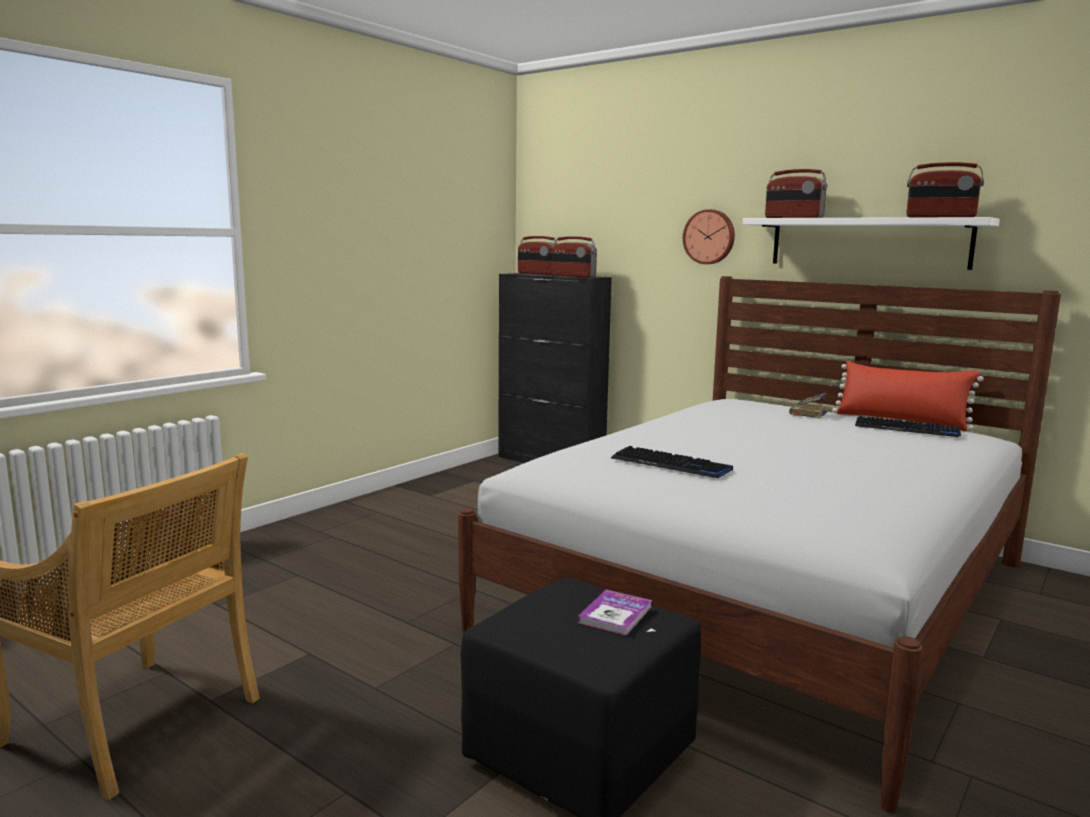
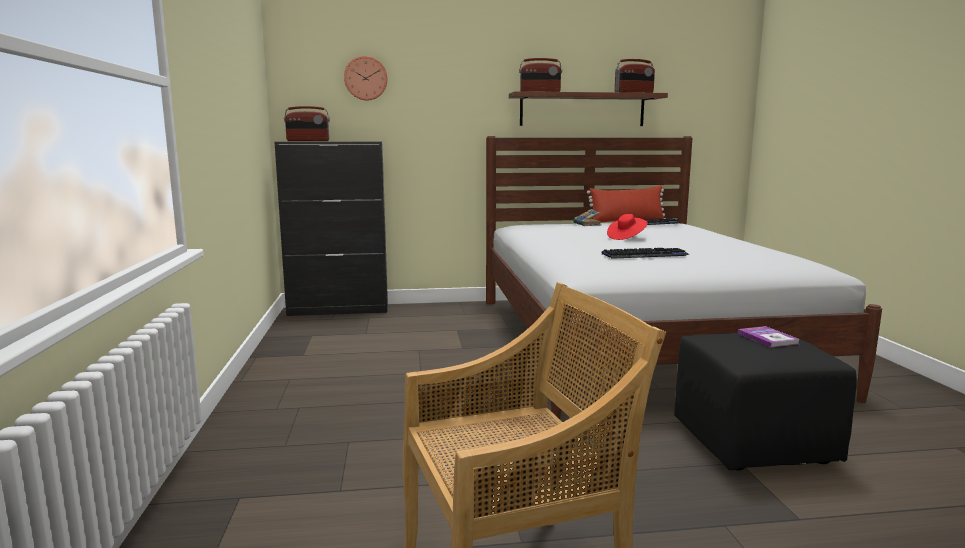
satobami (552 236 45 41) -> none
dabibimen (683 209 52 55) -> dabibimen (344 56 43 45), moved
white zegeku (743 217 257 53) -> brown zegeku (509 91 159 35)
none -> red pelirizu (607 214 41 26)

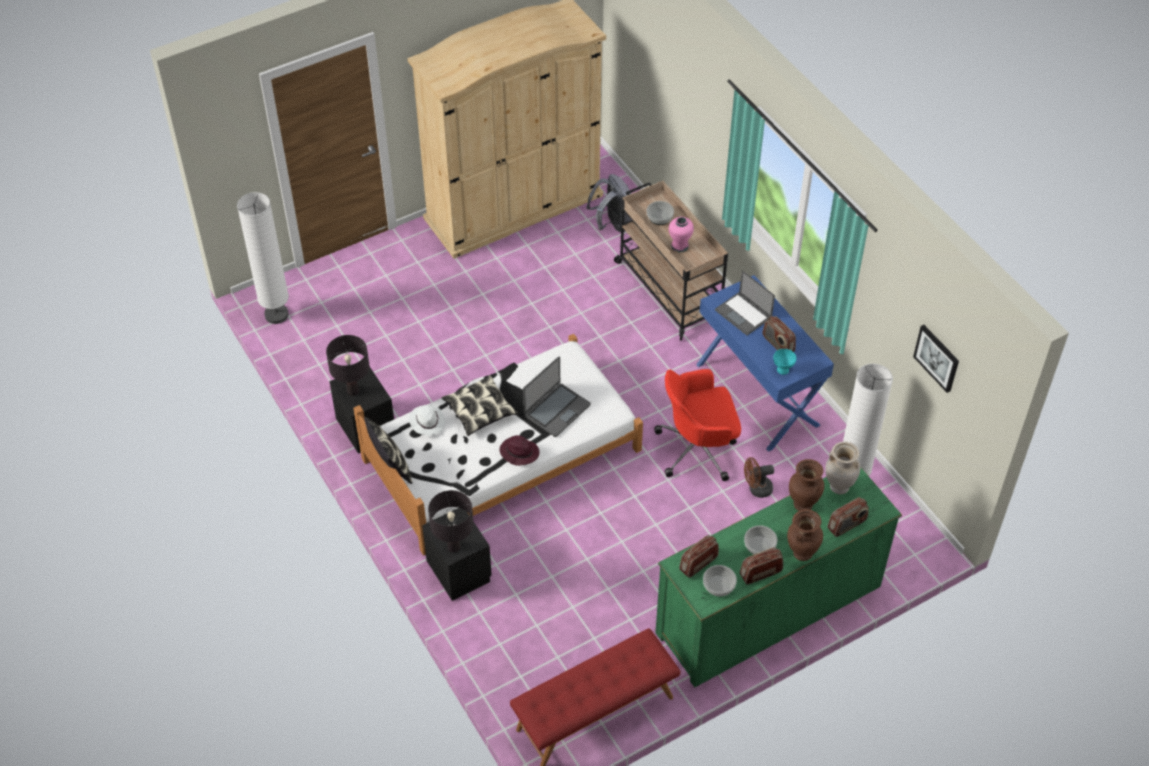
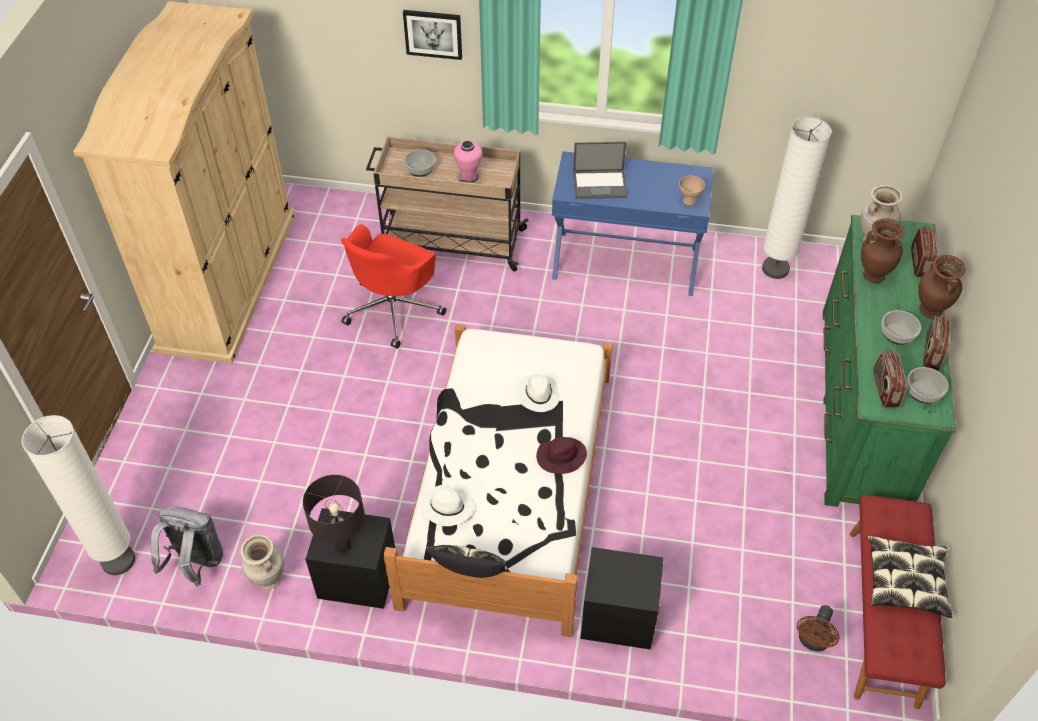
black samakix (428 490 45 63) -> none
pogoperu (441 375 77 61) -> pogoperu (868 536 84 82), moved
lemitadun (523 357 68 80) -> white pelirizu (516 374 44 38)
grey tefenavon (586 174 45 58) -> grey tefenavon (151 507 72 79), moved
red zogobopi (654 369 87 112) -> red zogobopi (341 224 105 125), moved
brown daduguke (744 457 30 41) -> brown daduguke (797 605 43 47), moved
satobami (763 316 33 36) -> none
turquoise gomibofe (773 349 23 26) -> beige gomibofe (679 176 26 29)
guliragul (913 325 46 68) -> guliragul (403 10 59 50), moved
none -> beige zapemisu (240 534 44 56)

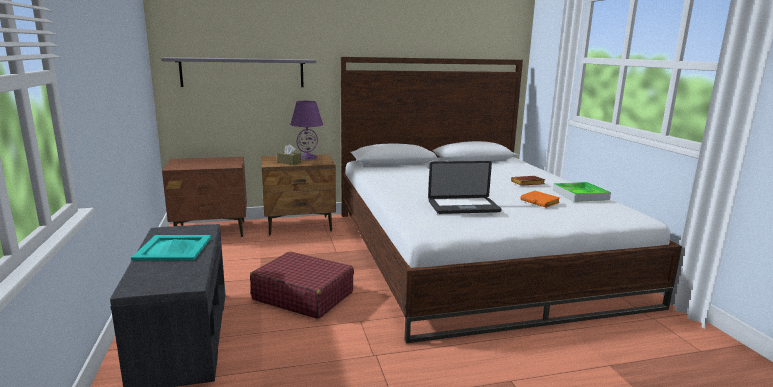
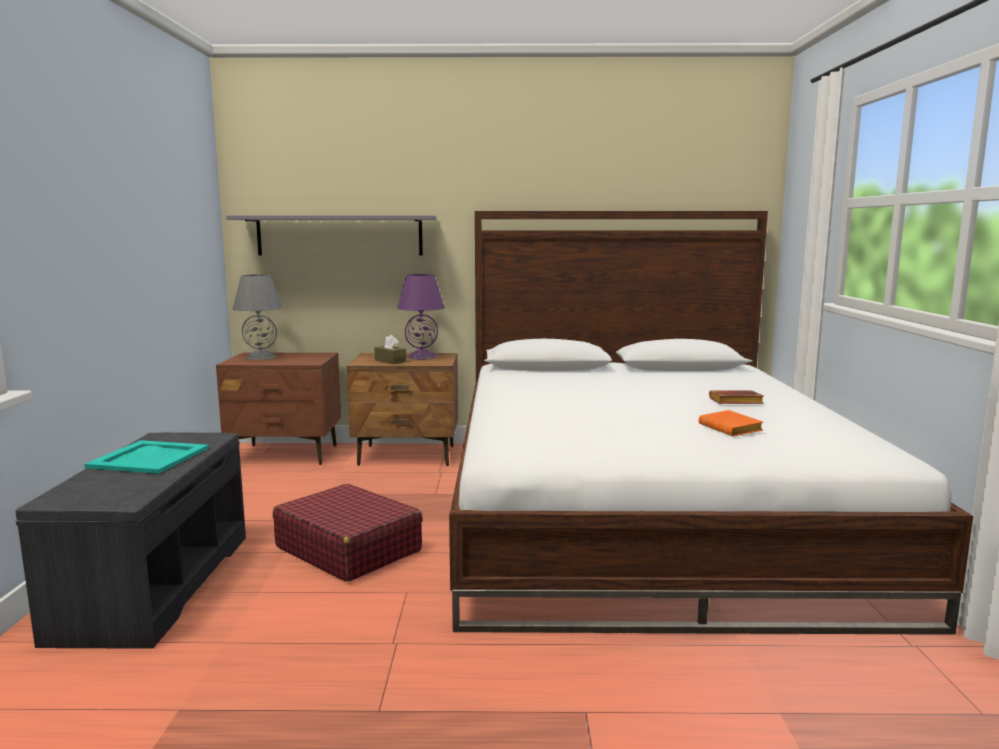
lemitadun (428 161 74 53) -> none
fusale (553 182 58 20) -> none
none -> grey samakix (233 274 50 86)

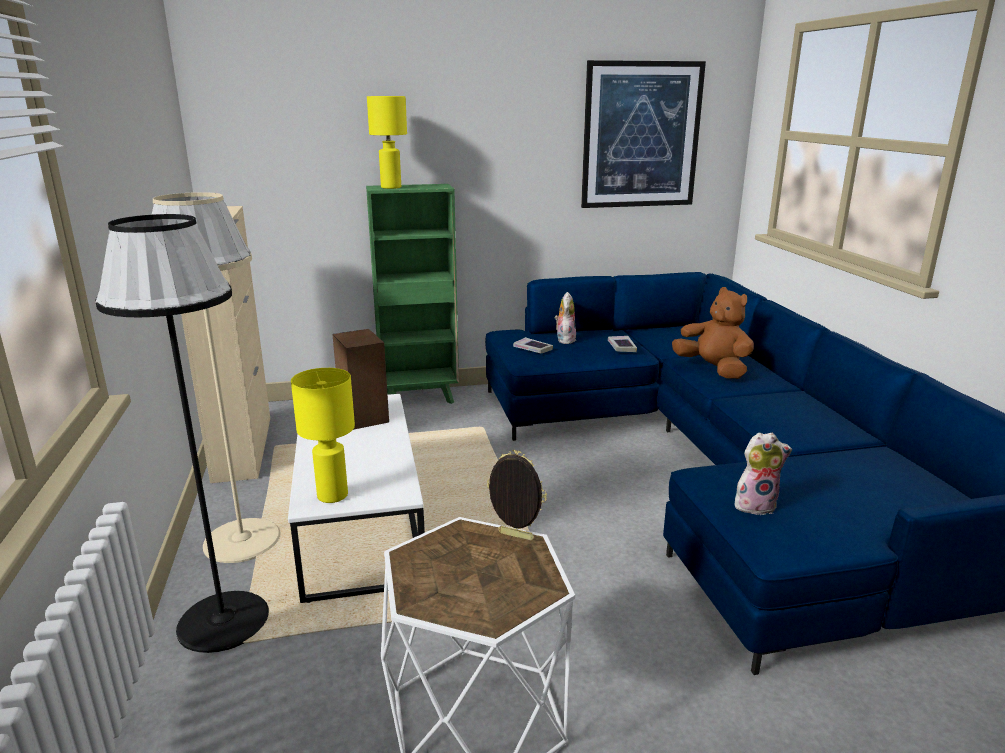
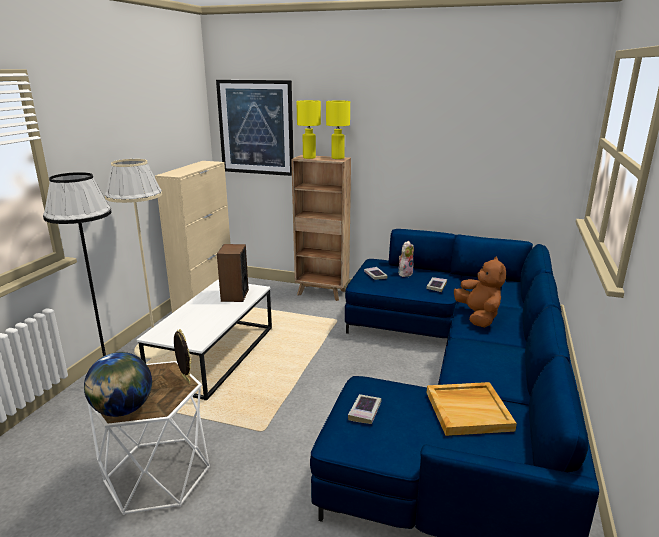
yellow samakix (291 368 64 135) -> yellow samakix (326 100 24 59), moved
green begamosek (366 184 93 220) -> brown begamosek (291 155 60 146)
guliragul (581 60 125 148) -> guliragul (216 80 78 96), moved
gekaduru (735 432 57 83) -> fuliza (348 394 34 30)
none -> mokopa (84 352 68 65)
none -> beige fusale (427 382 90 54)

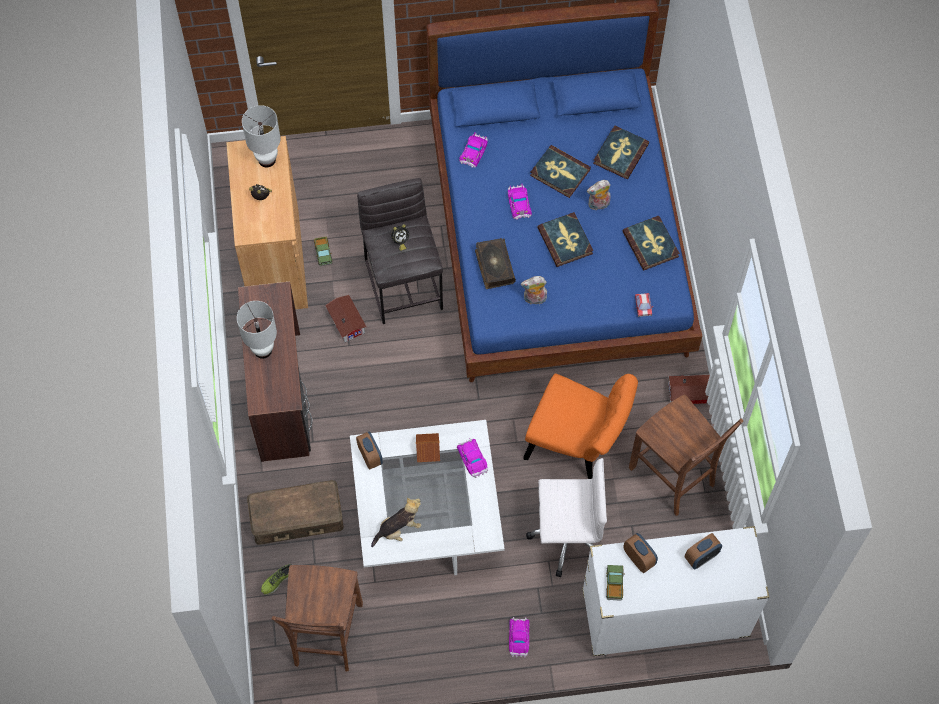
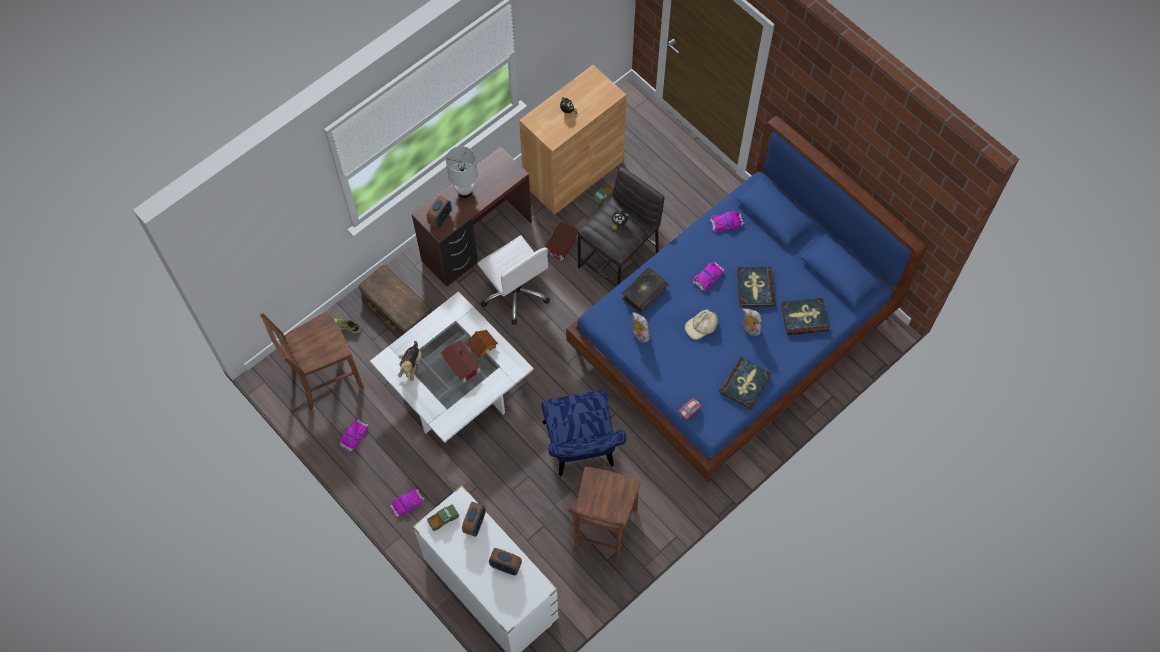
white samakix (242 105 39 62) -> none
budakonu (356 431 27 39) -> budakonu (427 196 25 32), moved
gekaduru (371 497 50 50) -> gekaduru (398 341 23 40), 75 degrees clockwise
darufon (457 438 31 40) -> darufon (340 419 29 32), moved
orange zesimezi (523 373 115 106) -> blue zesimezi (542 391 85 86)
white zogobopi (526 458 81 119) -> white zogobopi (477 235 73 90), moved
fuliza (537 212 56 55) -> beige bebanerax (685 309 33 31)
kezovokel (668 375 42 29) -> kezovokel (441 340 40 43), moved

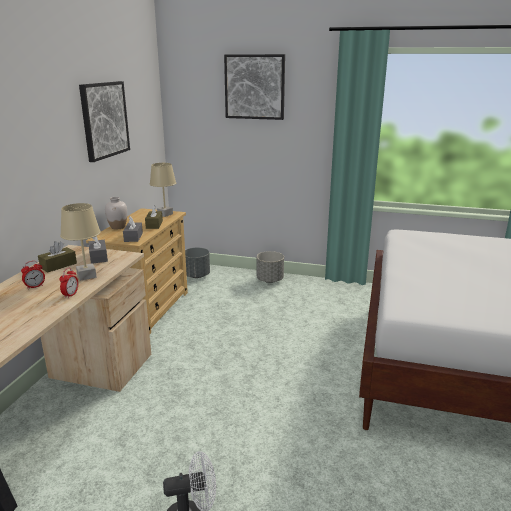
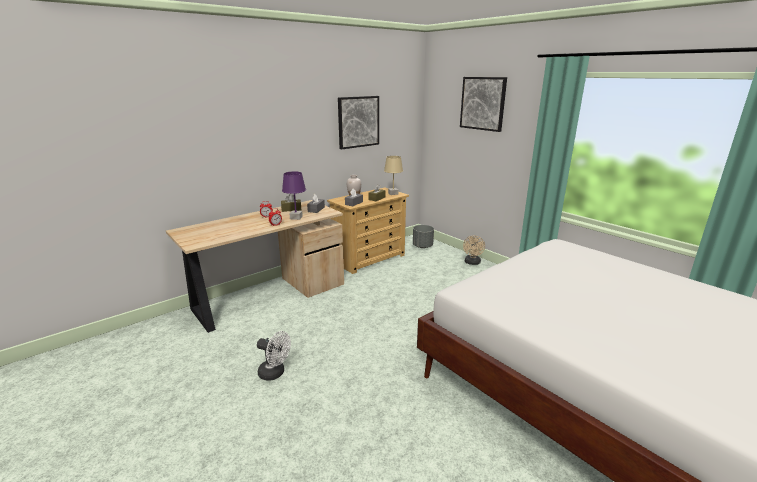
beige samakix (60 203 41 78) -> purple samakix (282 171 24 49)
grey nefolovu (257 251 27 32) -> beige daduguke (463 236 22 29)

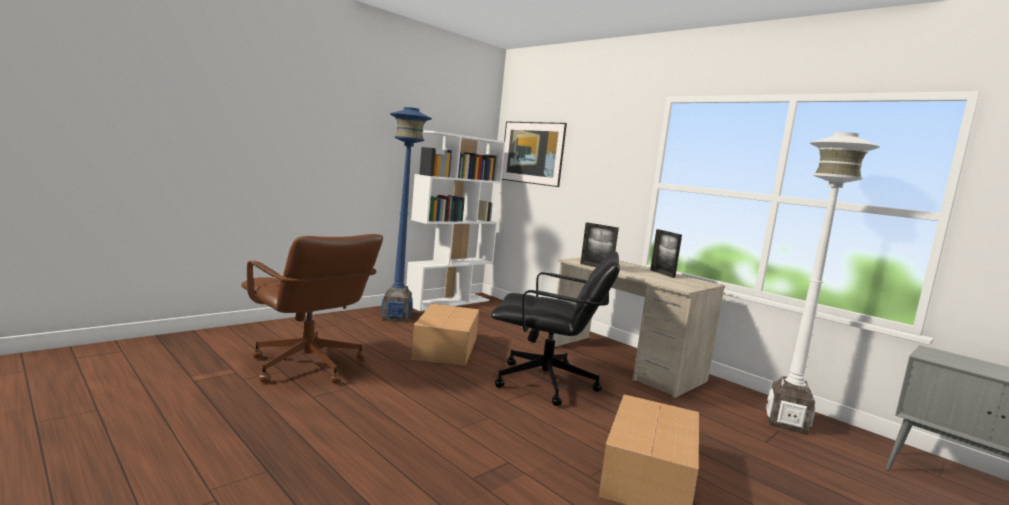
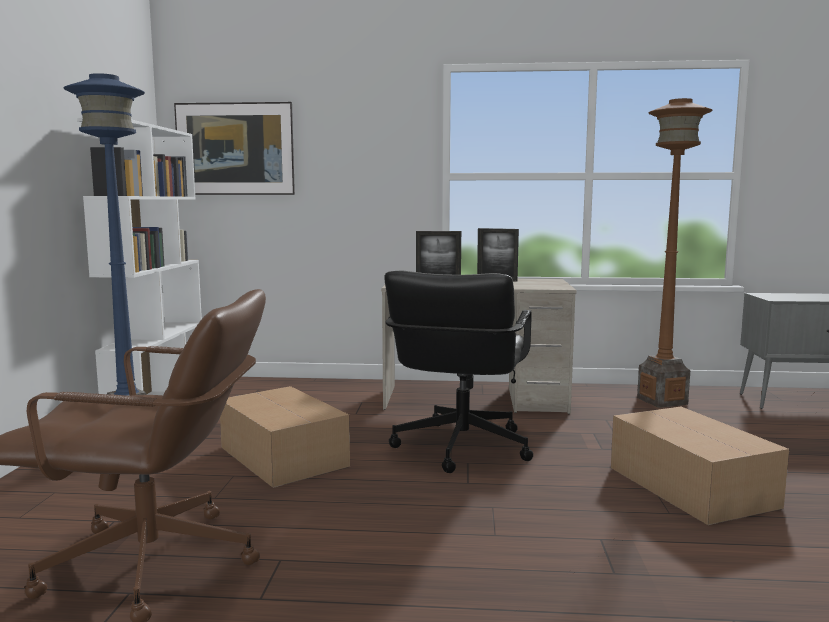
black zogobopi (491 251 129 155) -> black zogobopi (384 271 149 202), 135 degrees clockwise
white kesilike (766 132 114 303) -> brown kesilike (637 98 76 310)

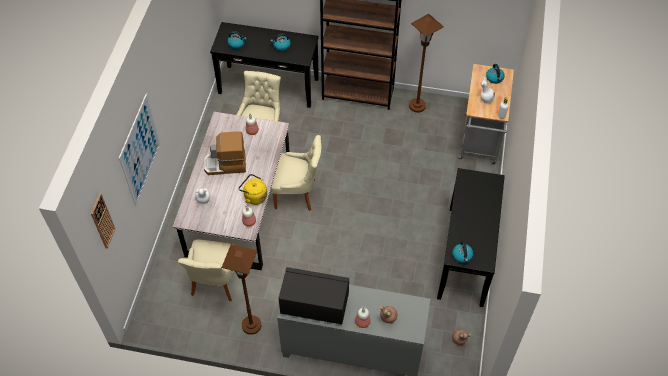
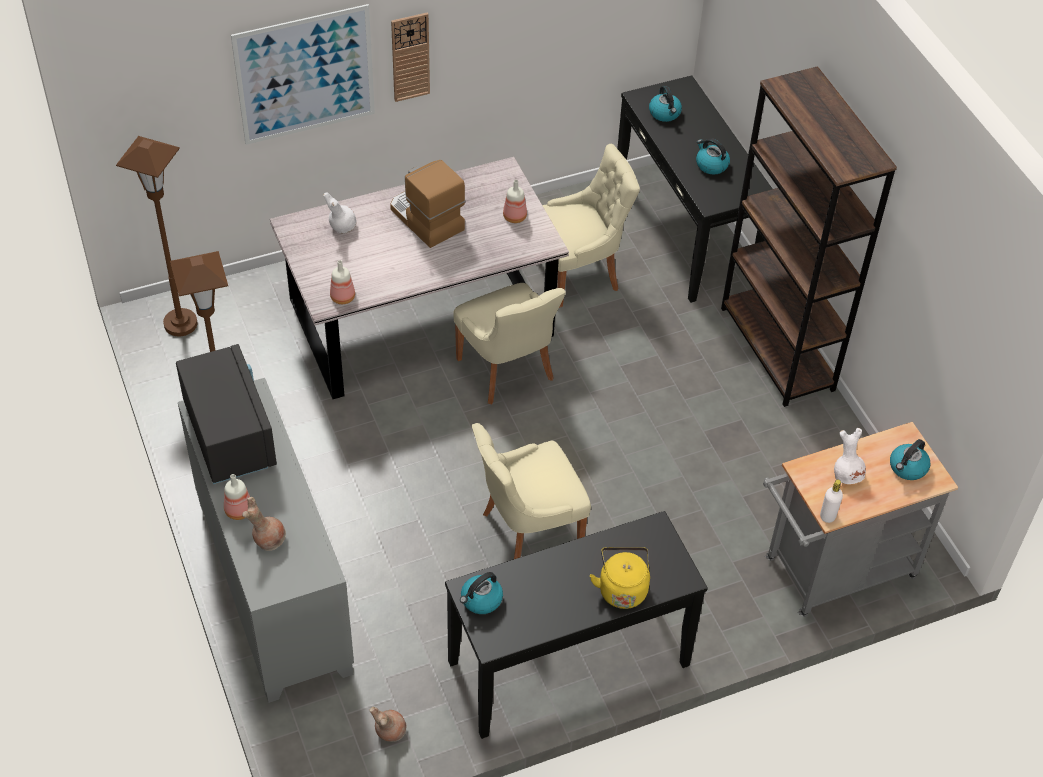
dabibimen (91 193 24 56) -> dabibimen (391 12 39 90), moved
beige zesimezi (178 240 56 61) -> beige zesimezi (472 423 119 136), moved
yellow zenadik (238 174 29 31) -> yellow zenadik (590 547 60 62), moved
brown kesilike (409 14 35 99) -> brown kesilike (116 136 81 200), moved

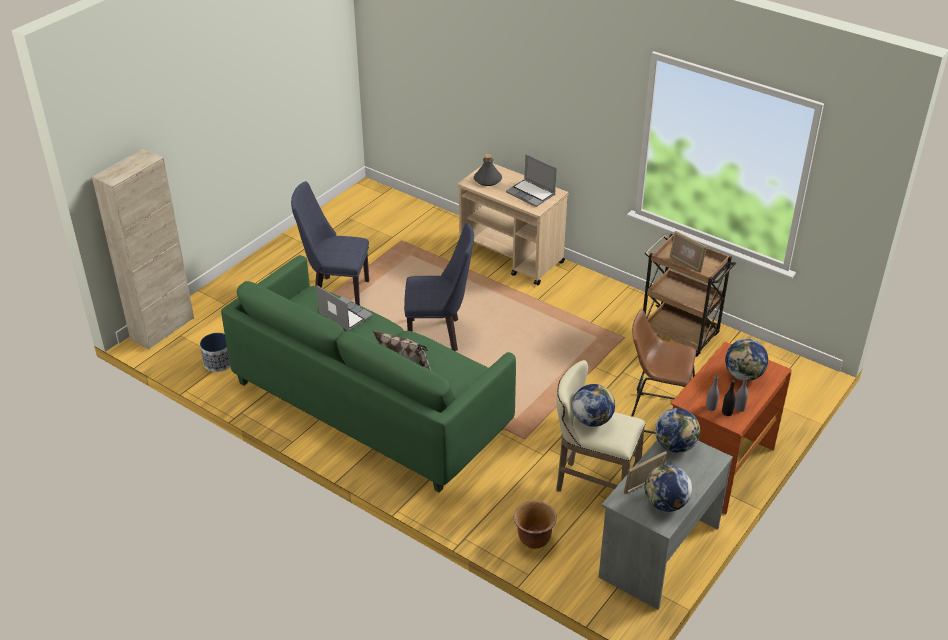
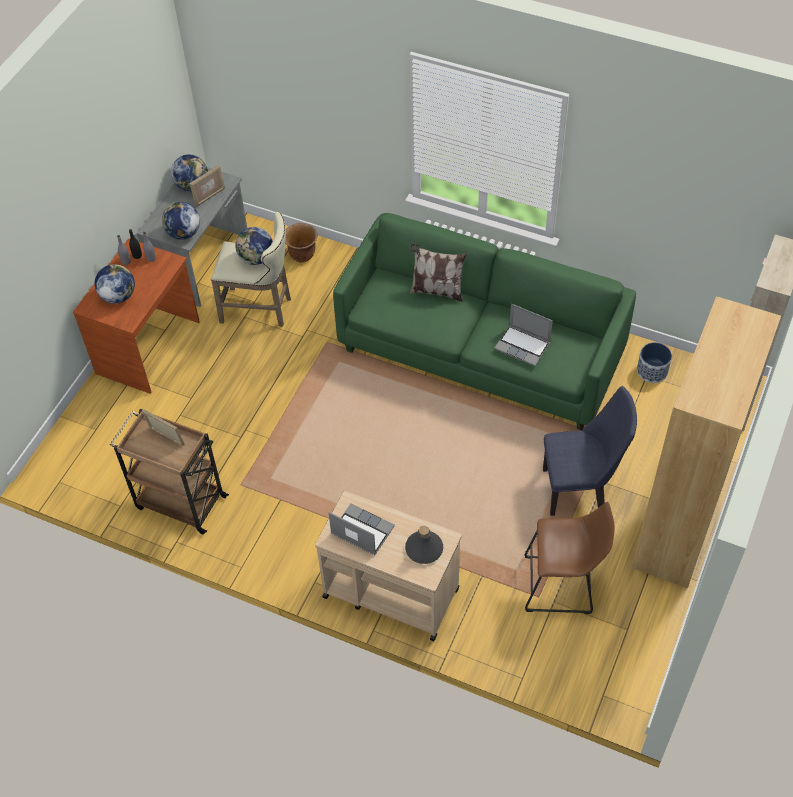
blue zesimezi (404 223 70 128) -> none
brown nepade (631 309 65 125) -> brown nepade (525 502 90 112), moved
none -> brown begamosek (632 296 149 292)

